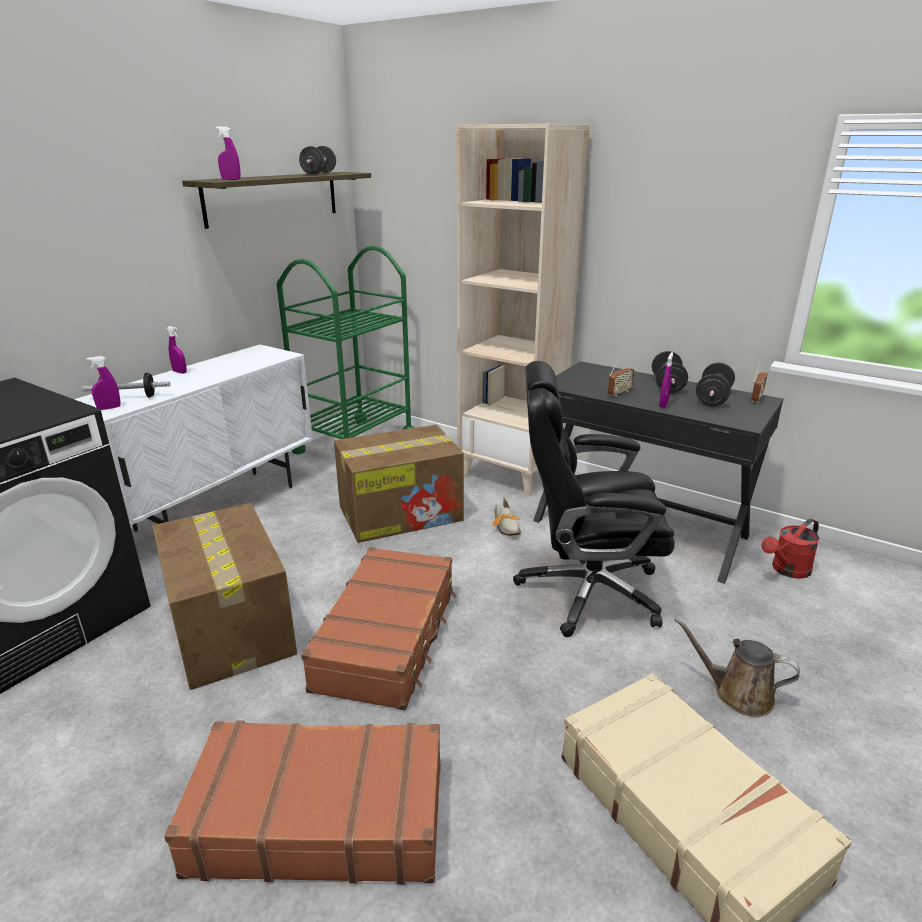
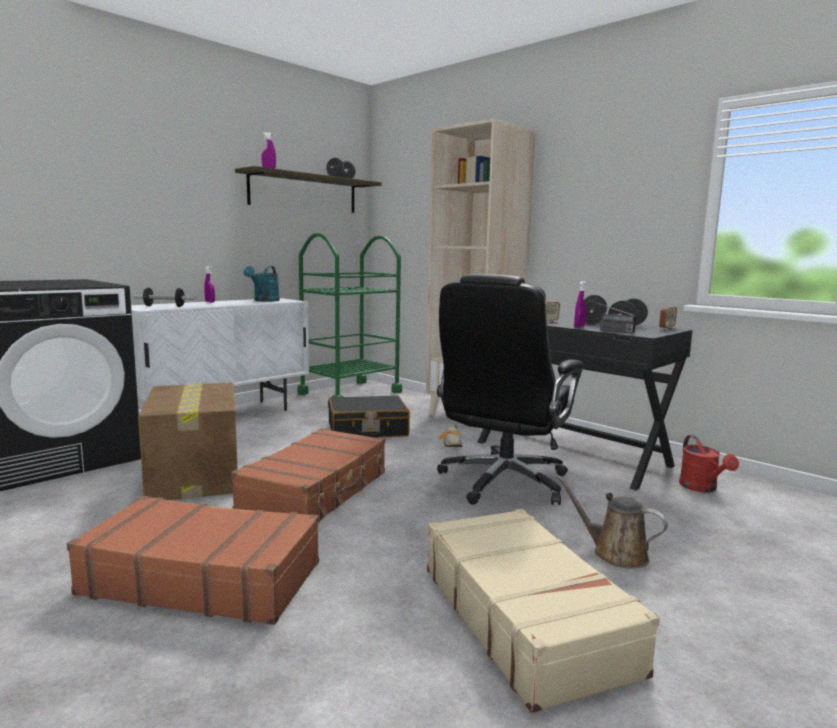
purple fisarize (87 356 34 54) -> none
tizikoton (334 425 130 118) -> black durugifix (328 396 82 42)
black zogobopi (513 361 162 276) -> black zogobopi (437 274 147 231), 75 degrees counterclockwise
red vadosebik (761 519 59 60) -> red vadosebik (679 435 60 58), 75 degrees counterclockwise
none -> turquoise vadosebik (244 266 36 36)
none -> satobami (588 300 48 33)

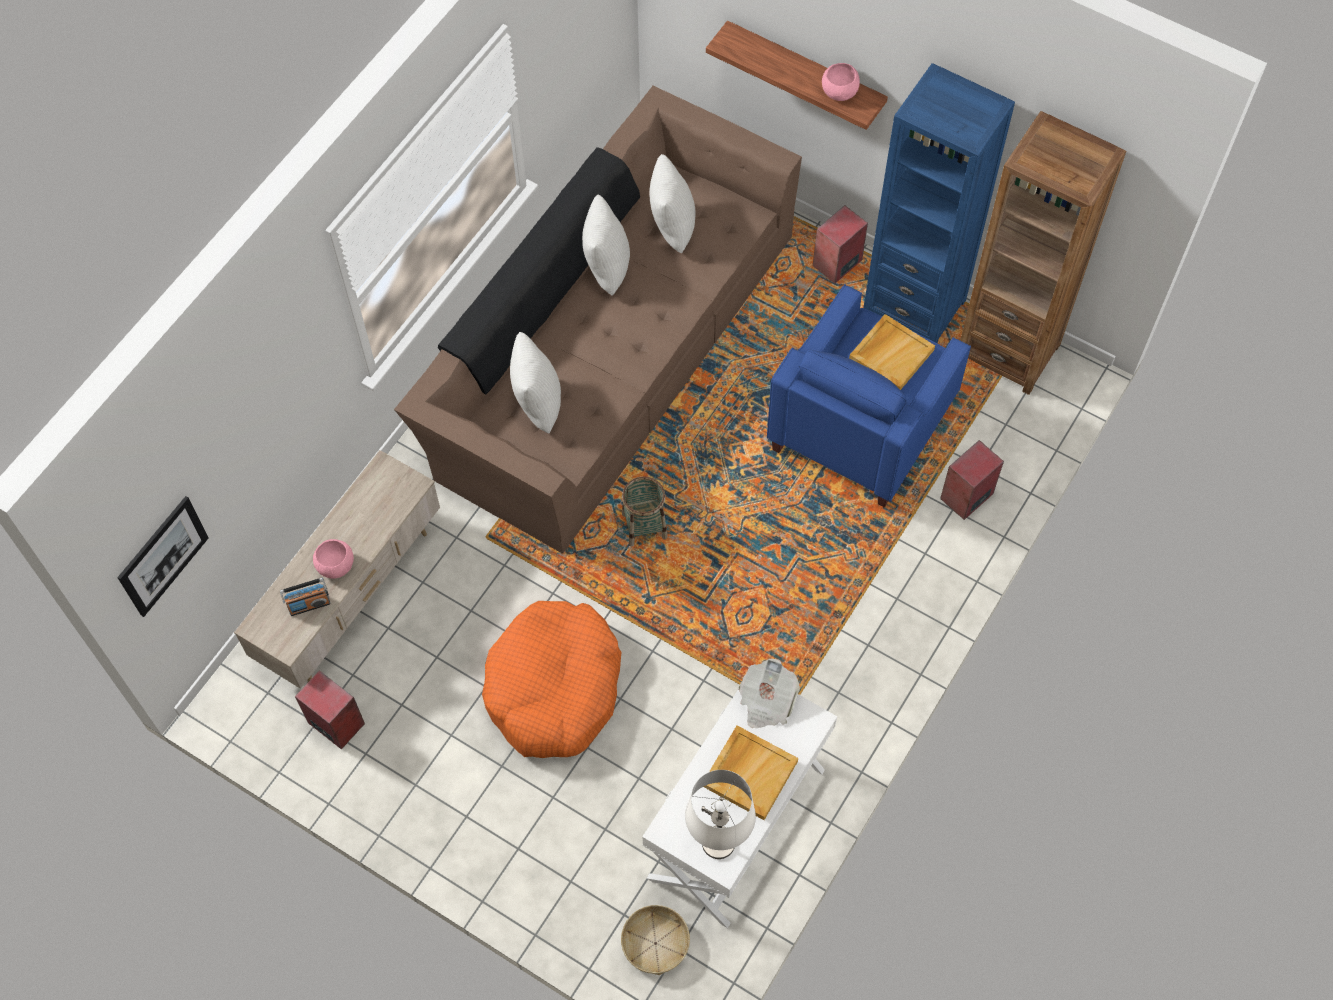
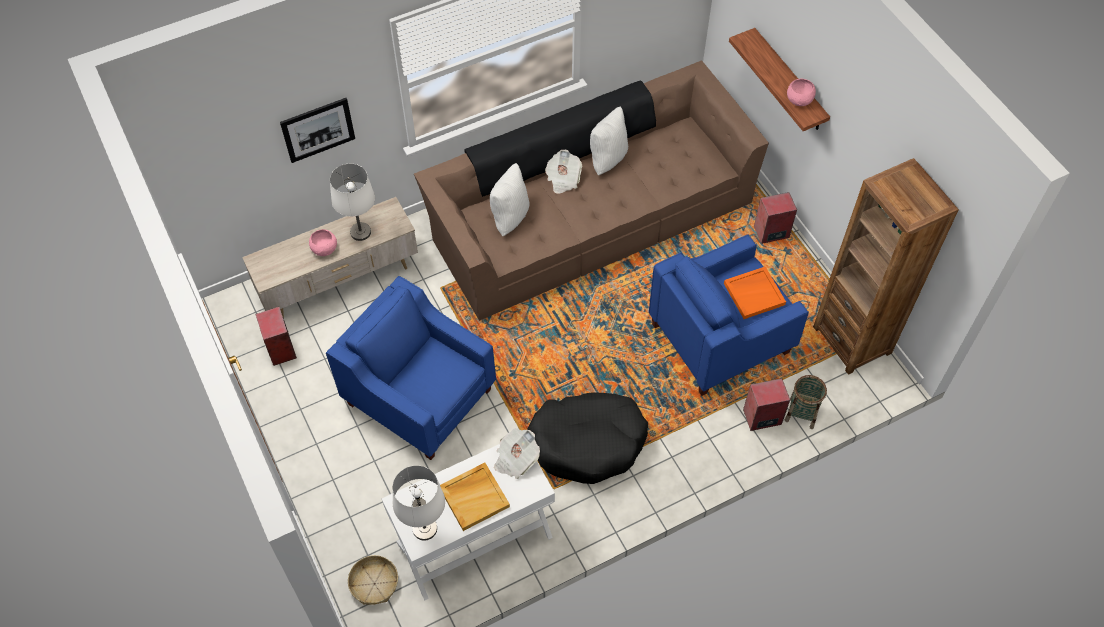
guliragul (117 496 92 121) -> guliragul (280 98 75 65), moved
satobami (280 578 50 38) -> none
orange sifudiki (482 601 139 157) -> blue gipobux (326 276 170 184)
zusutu (622 476 45 70) -> zusutu (785 375 42 54), moved
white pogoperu (649 154 47 99) -> none
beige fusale (849 314 86 76) -> orange fusale (724 267 62 52)
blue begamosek (863 63 152 281) -> none
none -> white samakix (330 164 45 77)
none -> black sifudiki (527 392 121 92)
none -> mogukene (545 150 37 44)

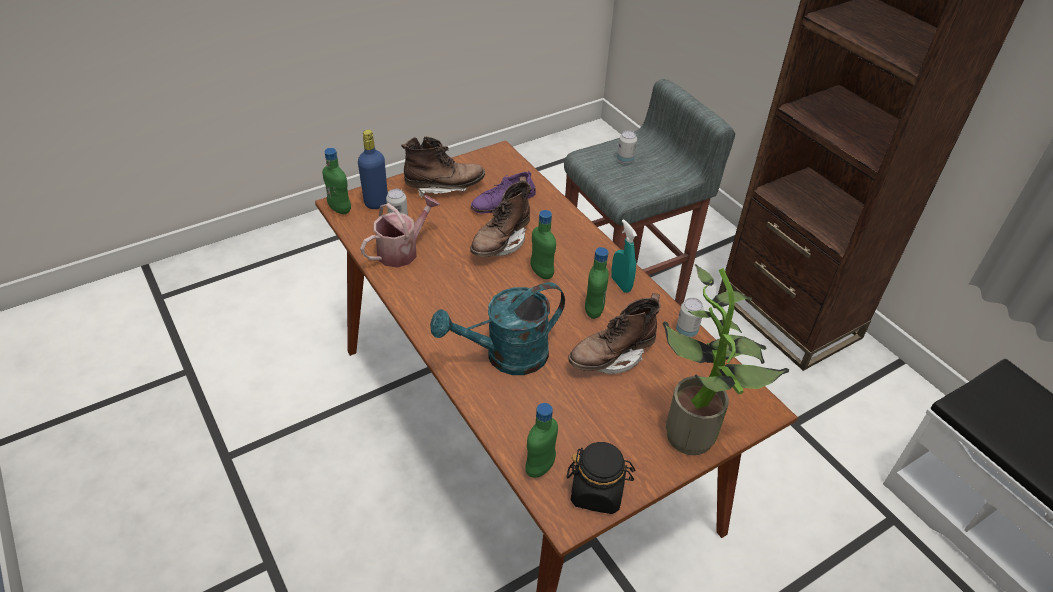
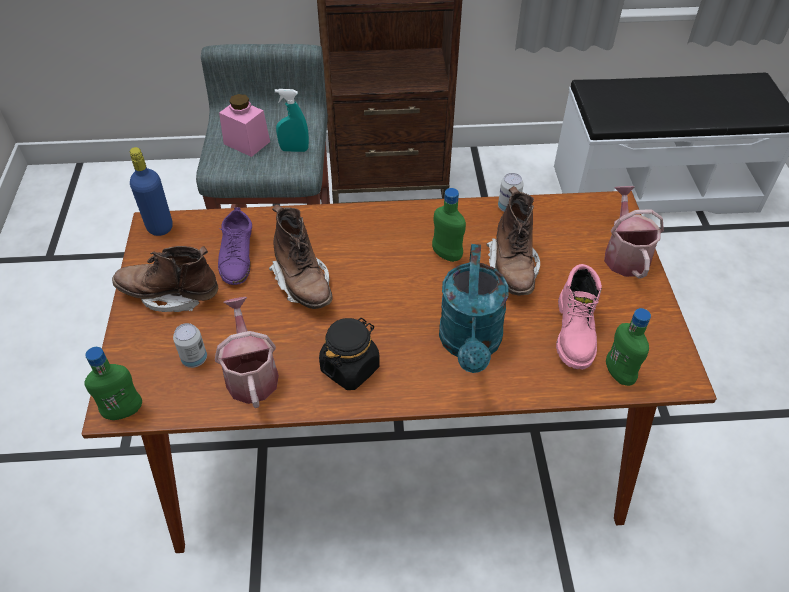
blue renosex (358 130 30 79) -> blue renosex (130 147 43 89), moved
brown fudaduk (401 136 84 62) -> brown fudaduk (112 246 106 66), 105 degrees counterclockwise
green renosex (530 210 26 69) -> none
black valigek (567 442 68 72) -> black valigek (319 318 61 72), moved
turquoise fisarize (611 219 26 74) -> turquoise fisarize (275 89 34 63), moved
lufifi (617 131 20 33) -> pink valigek (219 94 51 63)
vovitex (662 264 127 191) -> vadosebik (604 186 60 93)
none -> pink fudaduk (556 264 46 106)

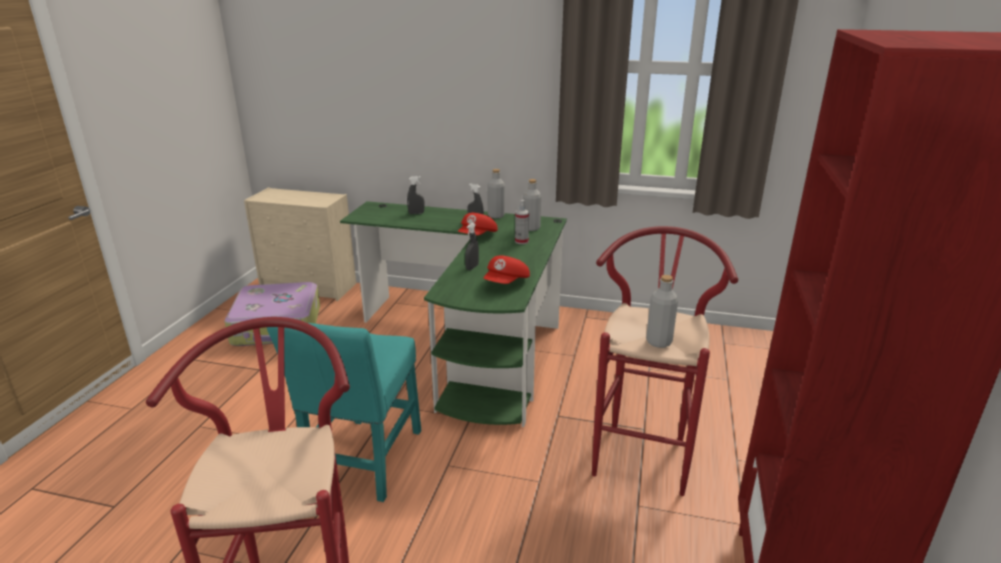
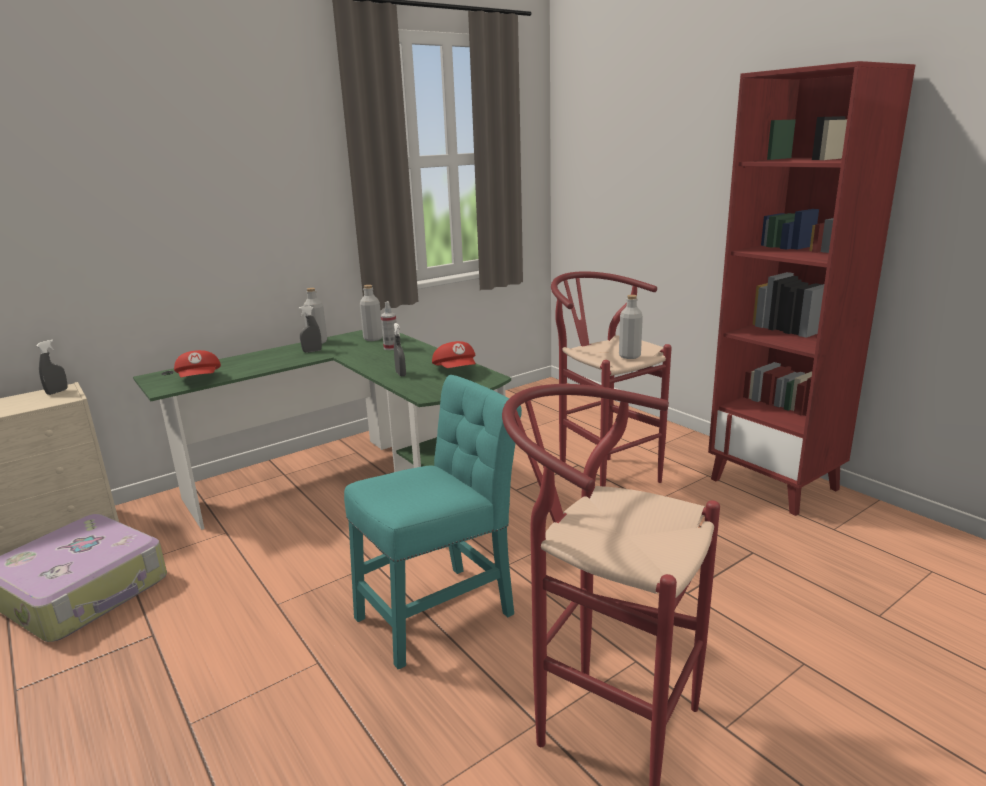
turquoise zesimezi (267 322 154 180) -> turquoise zesimezi (344 375 178 295), 90 degrees counterclockwise
grey fisarize (407 176 17 38) -> grey fisarize (36 340 32 55), moved
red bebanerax (458 213 40 22) -> red bebanerax (174 350 47 27), moved

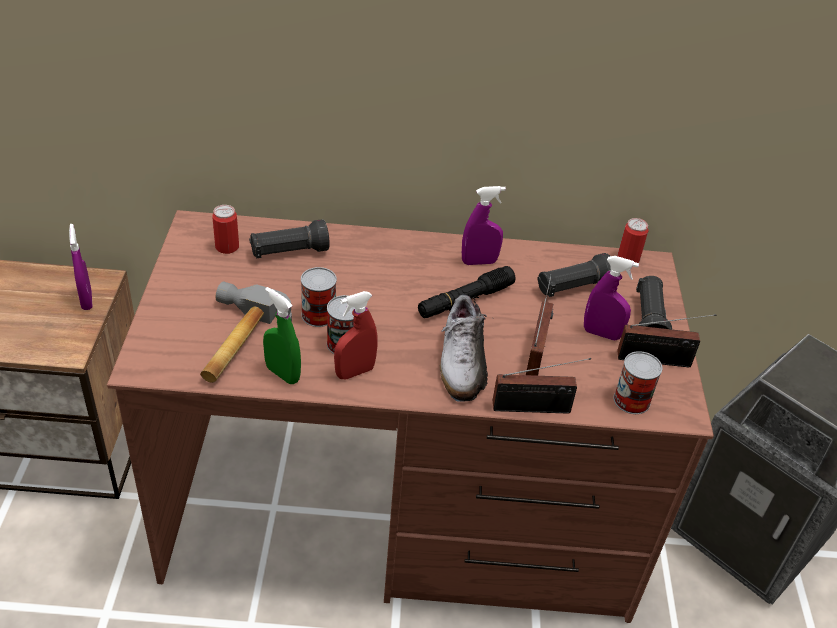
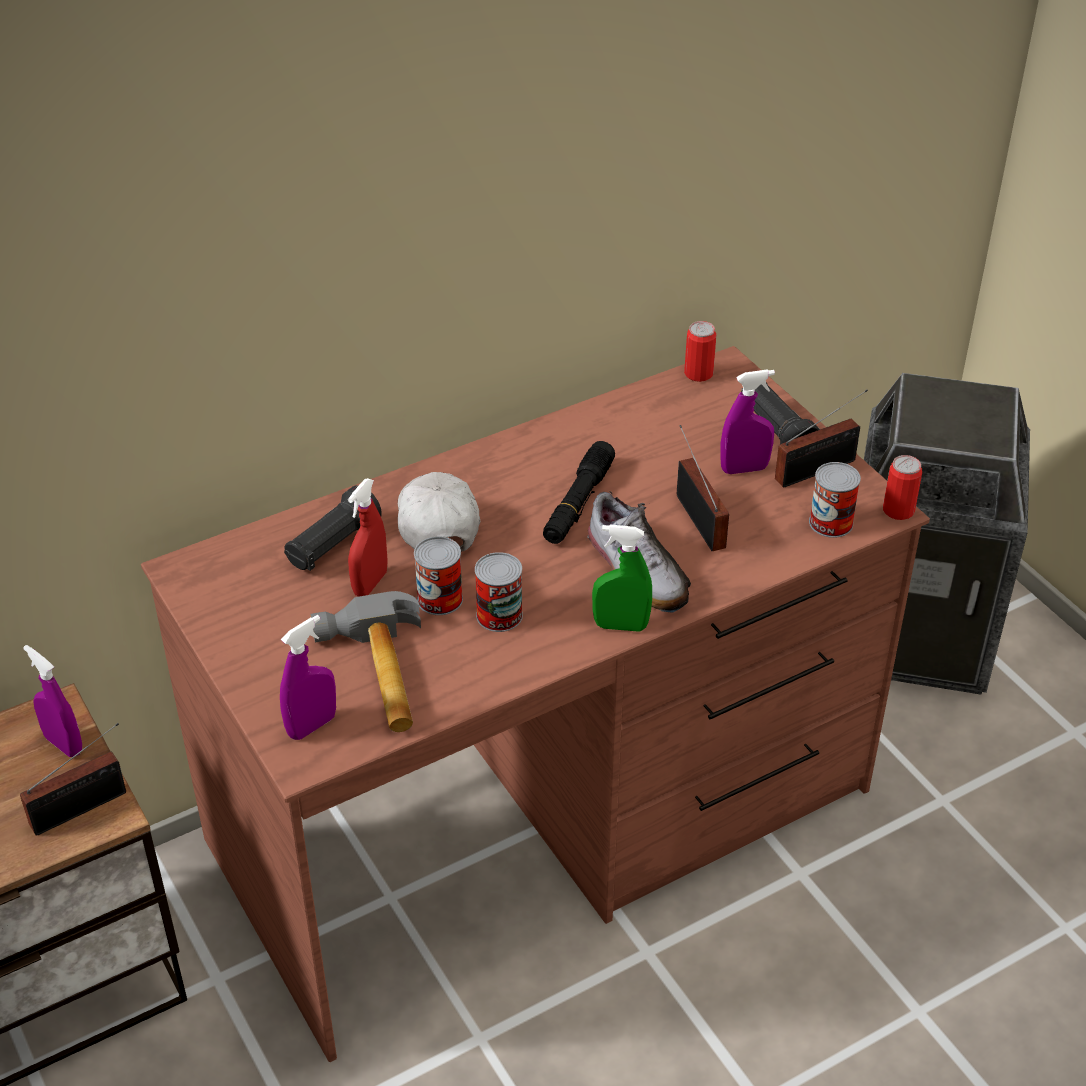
lufifi (212 205 27 49) -> lufifi (883 455 39 65), moved
green fisarize (263 287 38 97) -> green fisarize (592 524 60 108), moved
red fisarize (334 291 43 88) -> red fisarize (348 478 40 119), moved
purple fisarize (462 186 44 79) -> purple fisarize (280 615 56 125), moved
satobami (493 358 98 56) -> satobami (20 723 106 113), moved
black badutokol (537 253 74 44) -> none
none -> white bebanerax (398 472 82 80)

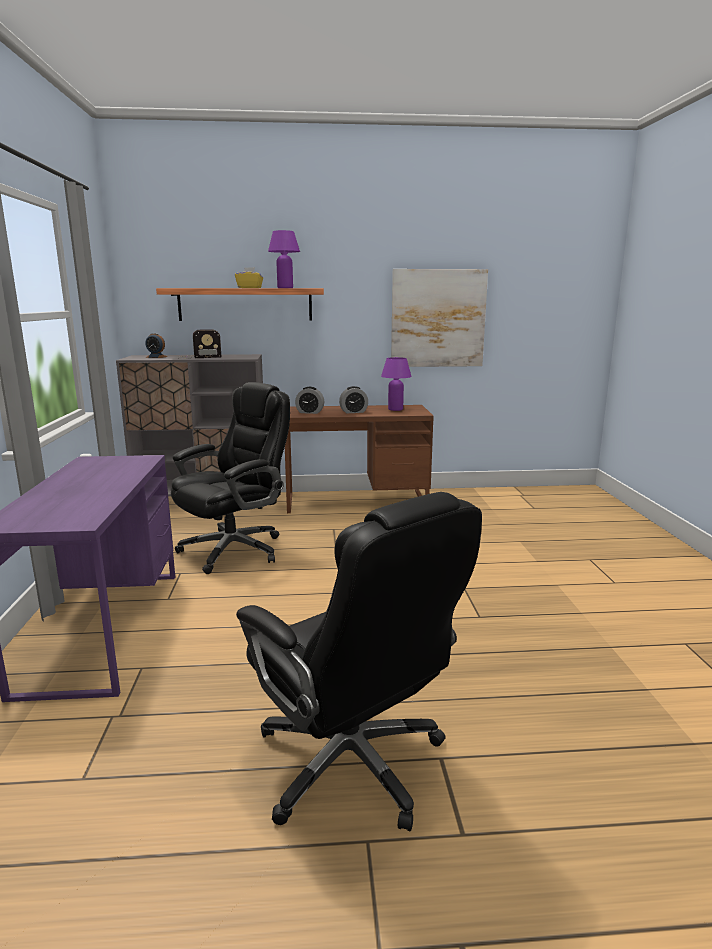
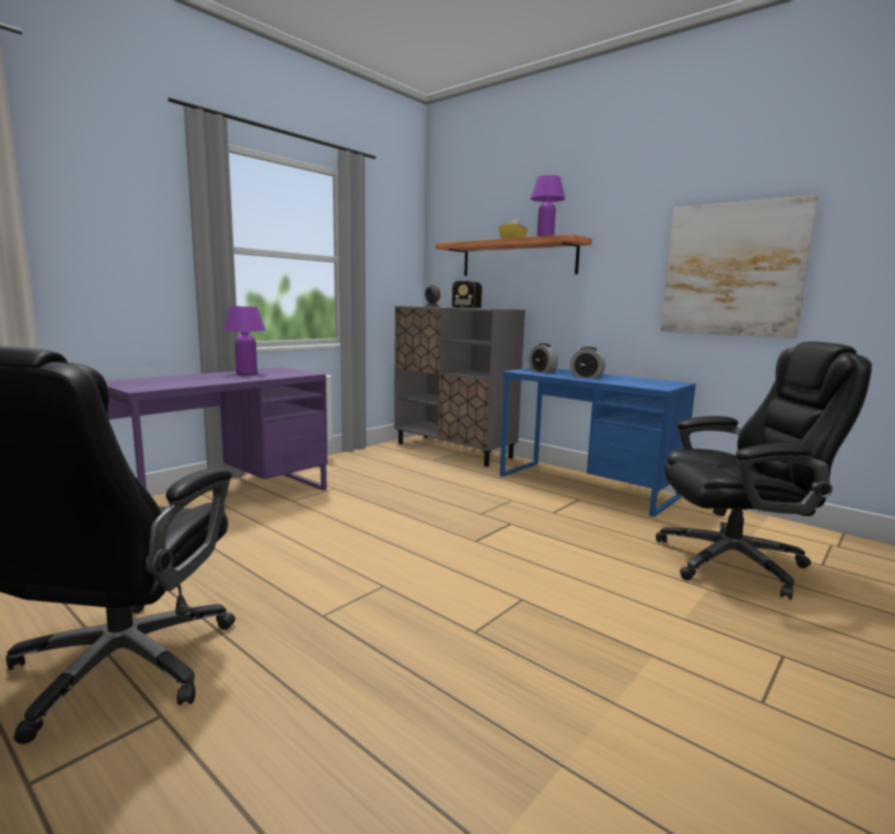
black zogobopi (171 382 119 192) -> black zogobopi (656 341 216 259), moved
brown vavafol (285 405 149 108) -> blue vavafol (500 368 196 149)
purple samakix (381 357 31 54) -> purple samakix (224 306 42 69), moved

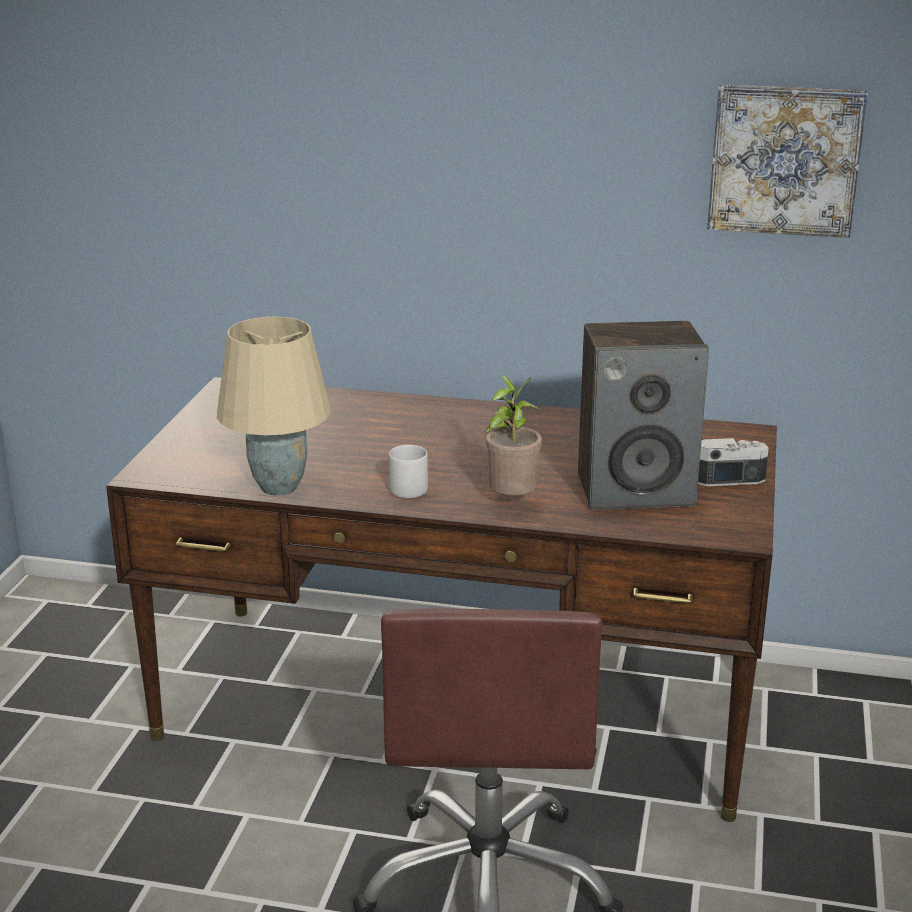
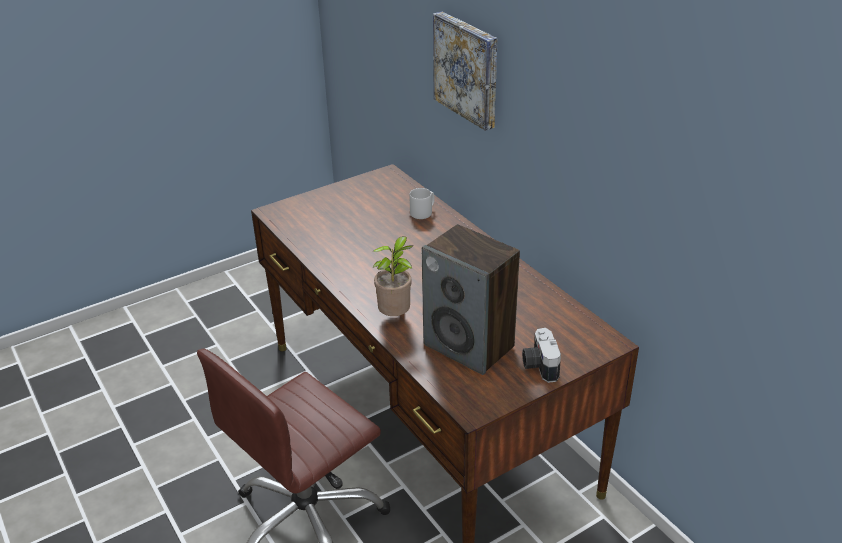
beige samakix (217 316 114 179) -> none
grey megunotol (389 445 39 53) -> grey megunotol (409 188 25 31), moved
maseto (698 438 71 48) -> maseto (522 328 39 55), 135 degrees counterclockwise
guliragul (707 84 161 154) -> guliragul (433 11 65 120), moved

